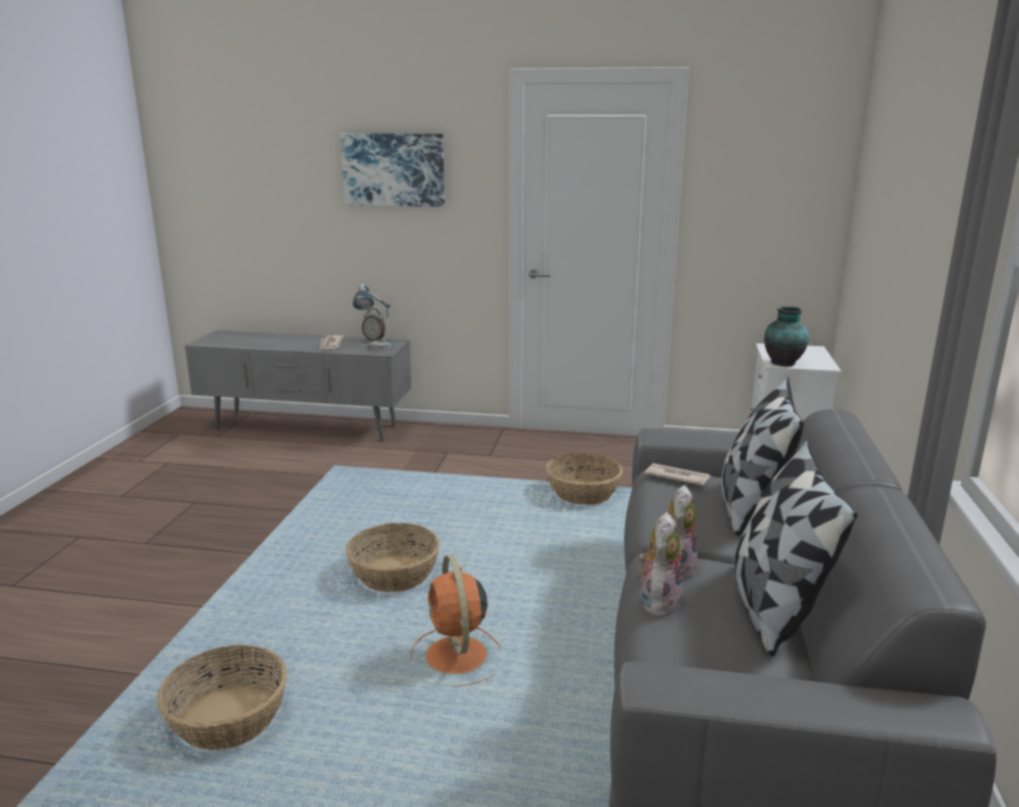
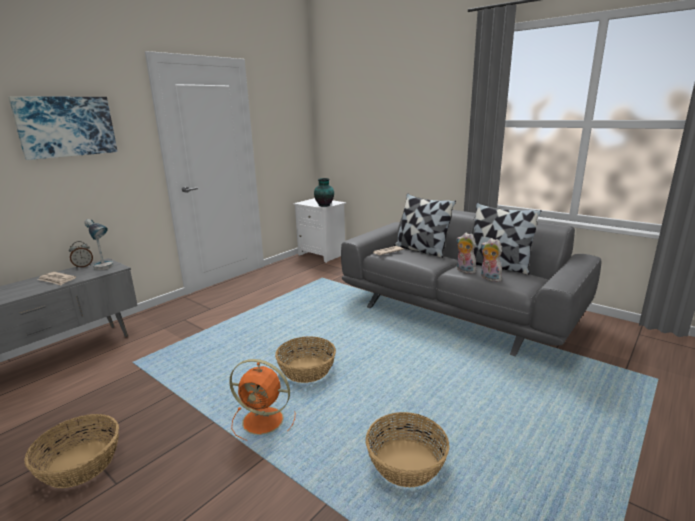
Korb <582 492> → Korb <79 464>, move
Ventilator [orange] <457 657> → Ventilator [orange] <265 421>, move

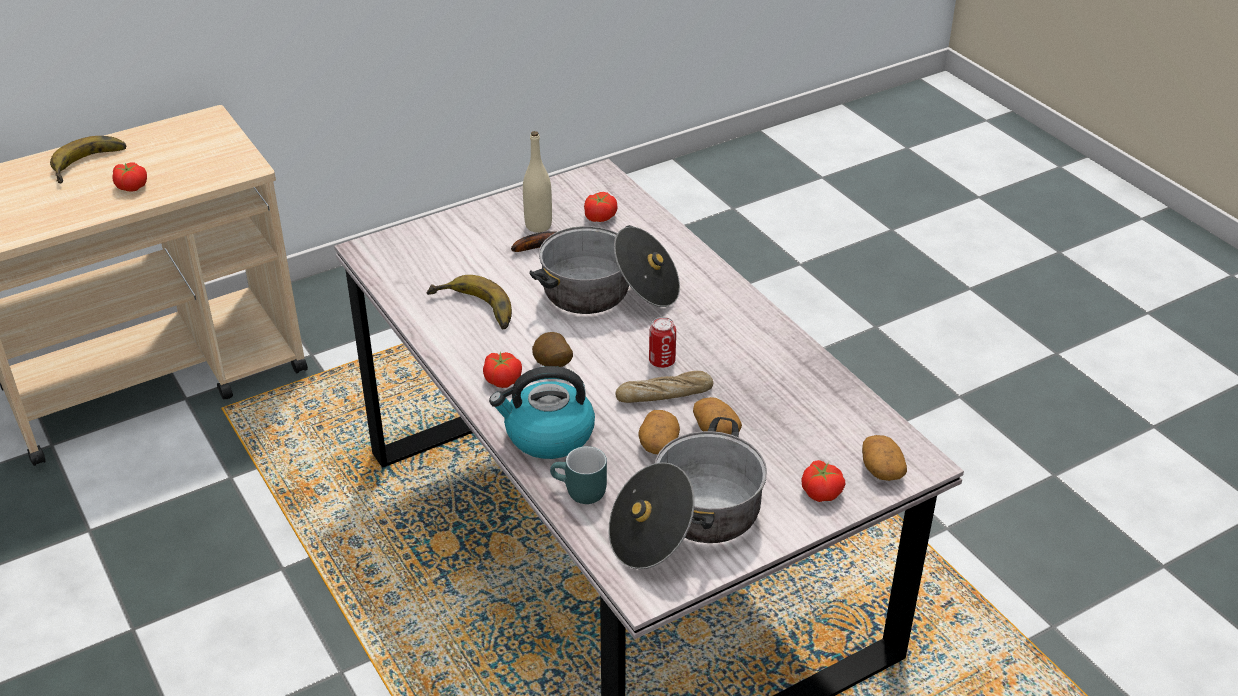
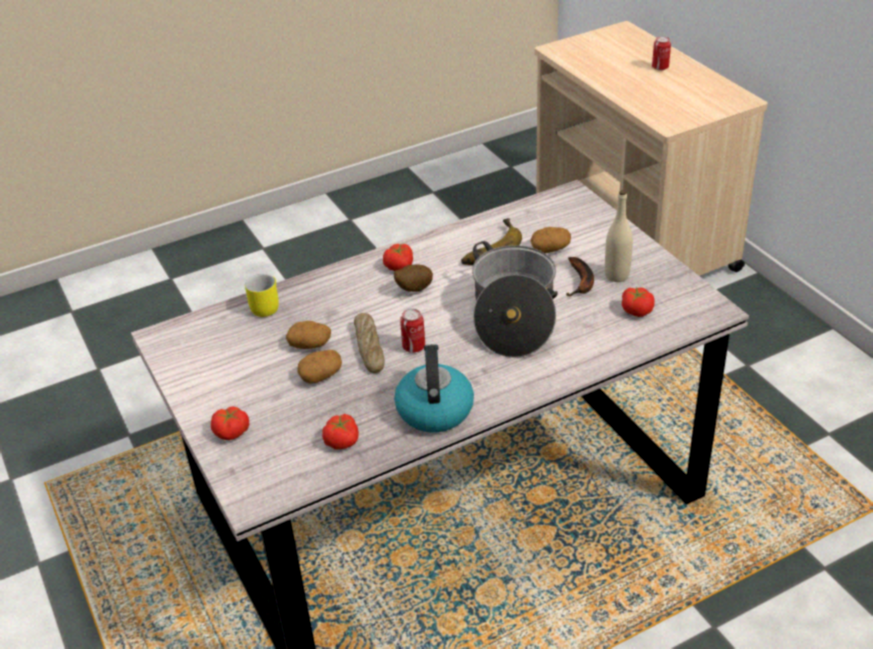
Banane <91 165> → Dose <660 67>
Tomate <132 186> → Tomate <342 441>, move
Wasserkessel <548 435> → Wasserkessel <434 409>, move
Kochtopf <687 522> → -
Kartoffel <881 469> → Kartoffel <550 248>, move
Henkelbecher [türkis] <579 493> → Henkelbecher [gelb] <265 306>

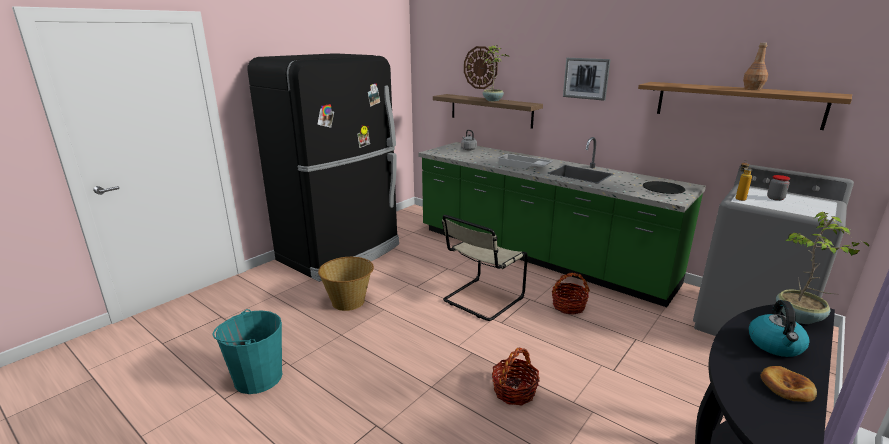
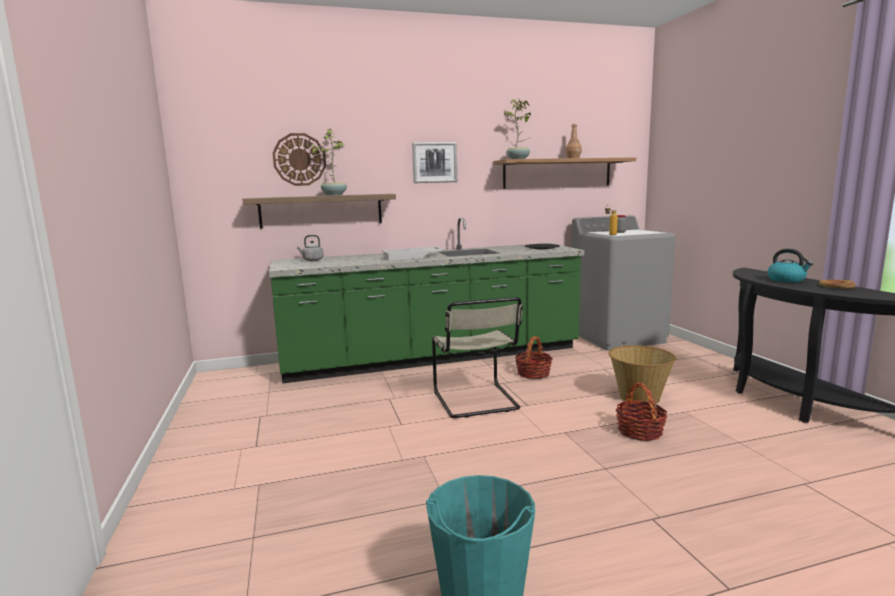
Kühlschrank [schwarz] <341 253> → -
Topfpflanze <799 318> → Topfpflanze <518 159>, move
Korb <349 302> → Korb <639 397>, move

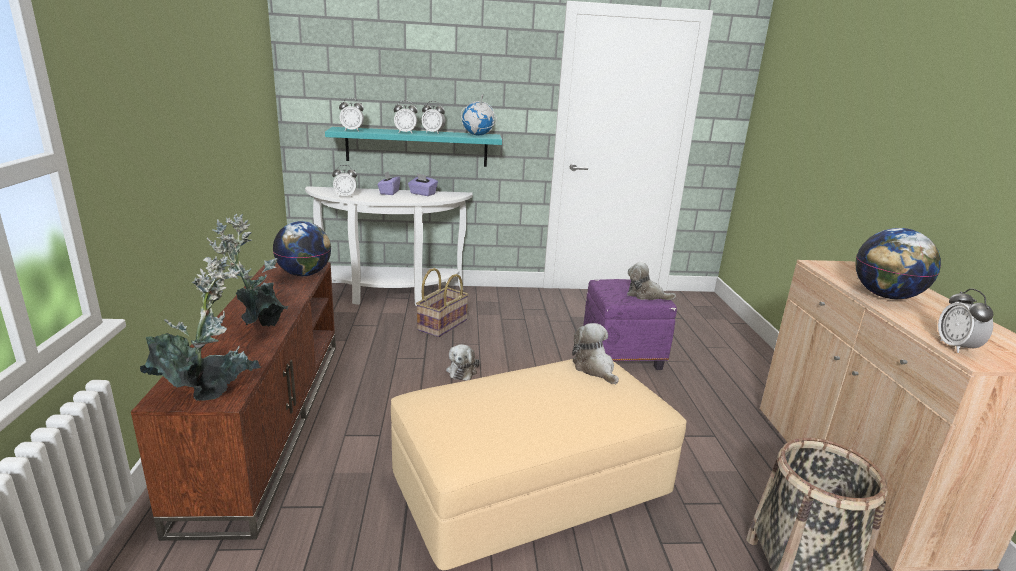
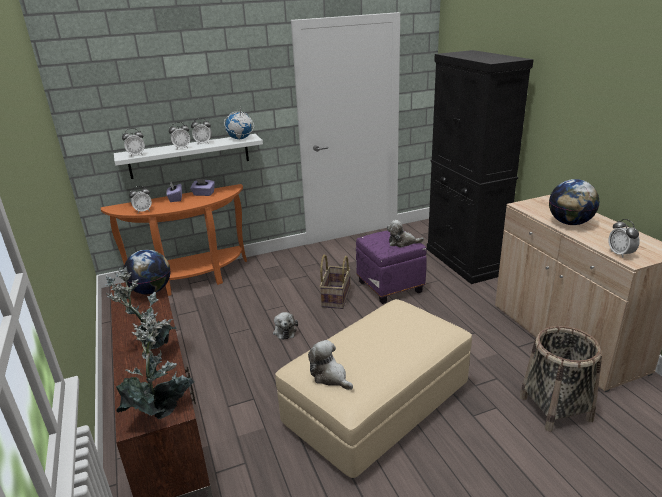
Wandregal [türkis] <417 147> → Wandregal [weiß] <189 156>
Konsolentisch [weiß] <390 294> → Konsolentisch [orange] <191 279>
Korb <442 325> → Korb <335 297>, move
Plüschtier <594 368> → Plüschtier <330 376>, move
- → Schrank [schwarz] <464 261>

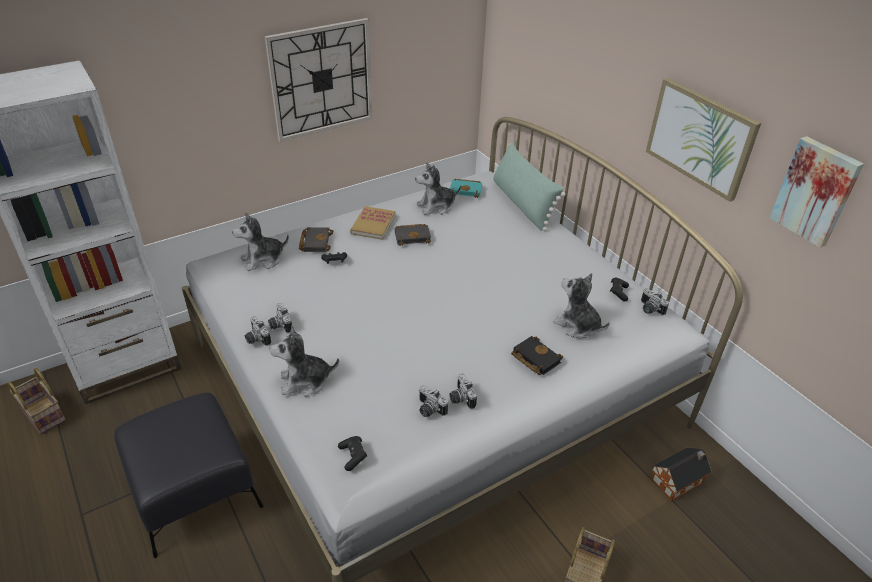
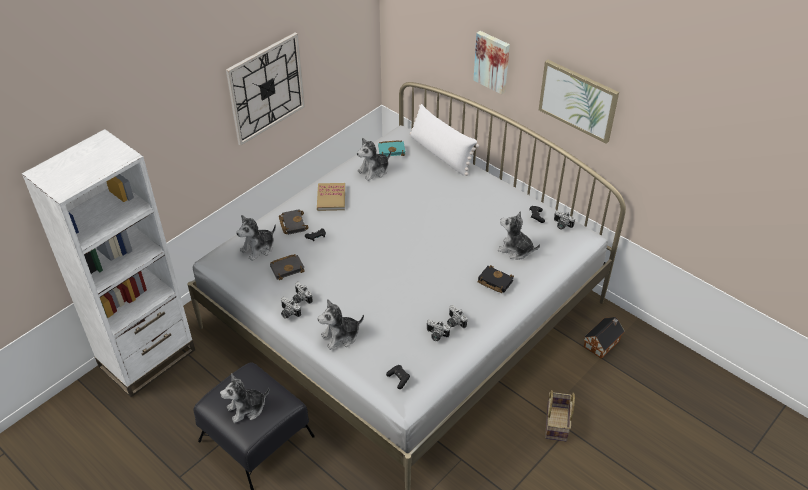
Bild <816 191> → Bild <492 61>, move
Kissen [grün] <522 204> → Kissen [weiß] <440 154>
Buch [schwarz] <413 236> → Buch [schwarz] <287 268>, move
Korb <44 414> → -
- → Plüschtier <247 408>

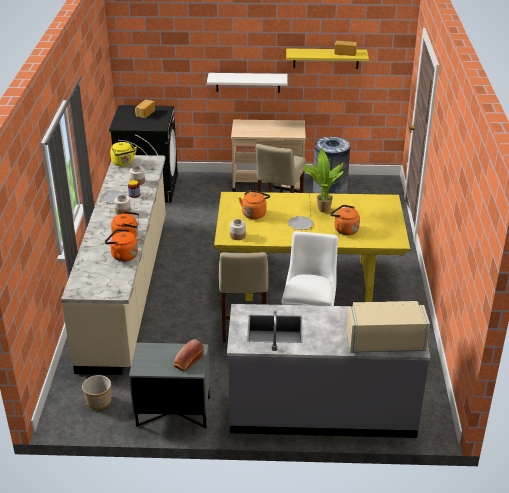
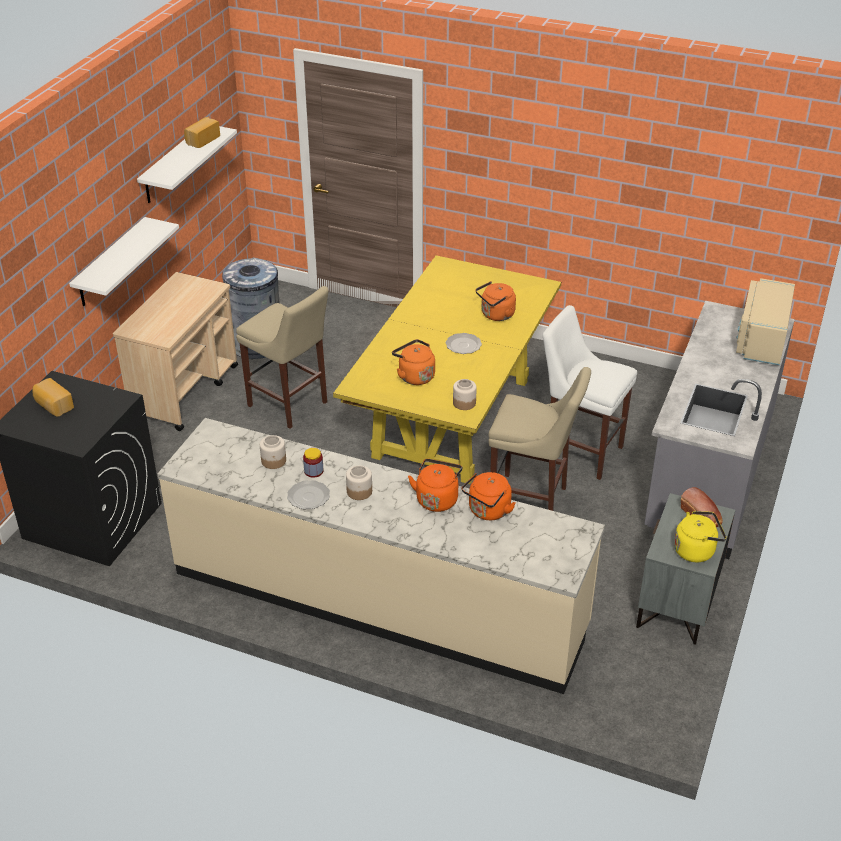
Wandregal [gelb] <326 58> → Wandregal [weiß] <173 164>
Wasserkessel [gelb] <123 163> → Wasserkessel [gelb] <696 550>, move
Topfpflanze <321 210> → -
Pflanzkübel <98 402> → -

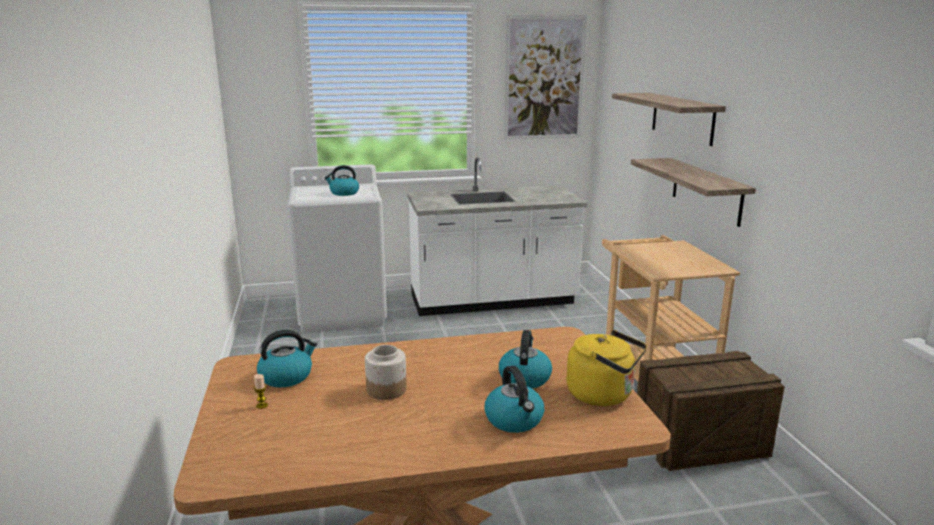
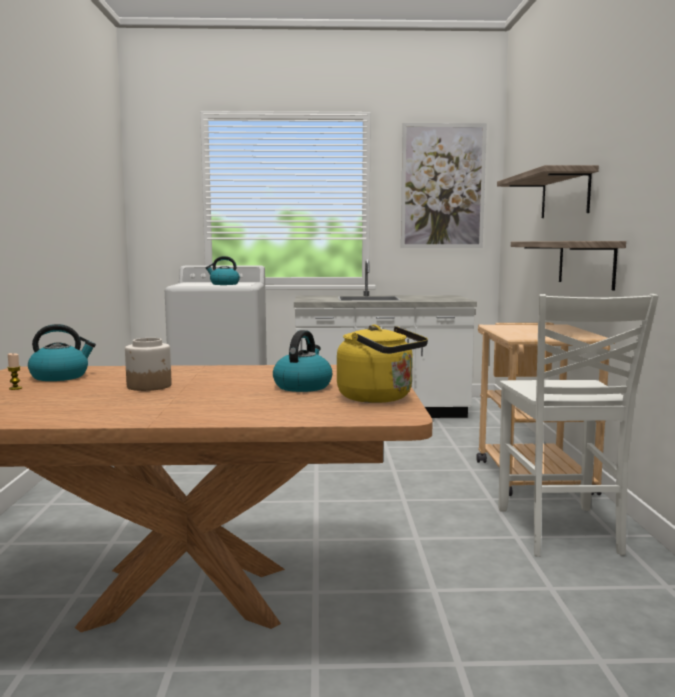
Kiste <699 443> → Stuhl [weiß] <560 532>
Wasserkessel <514 420> → -

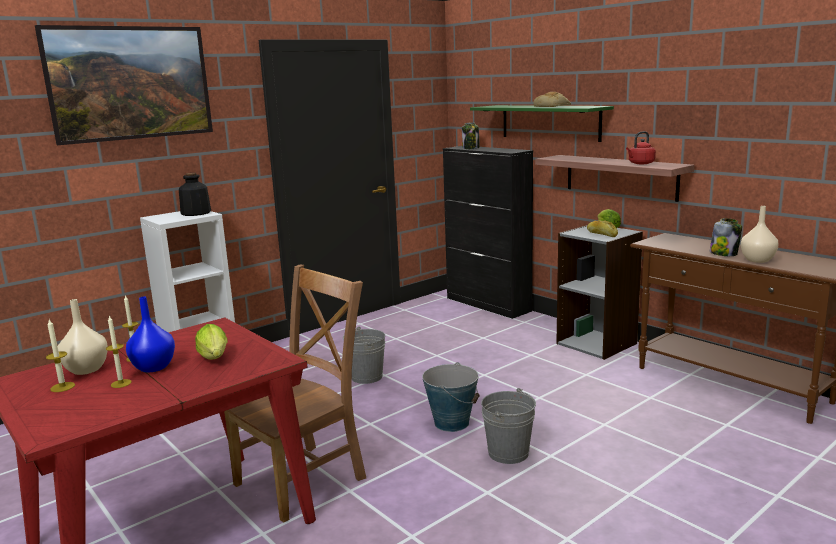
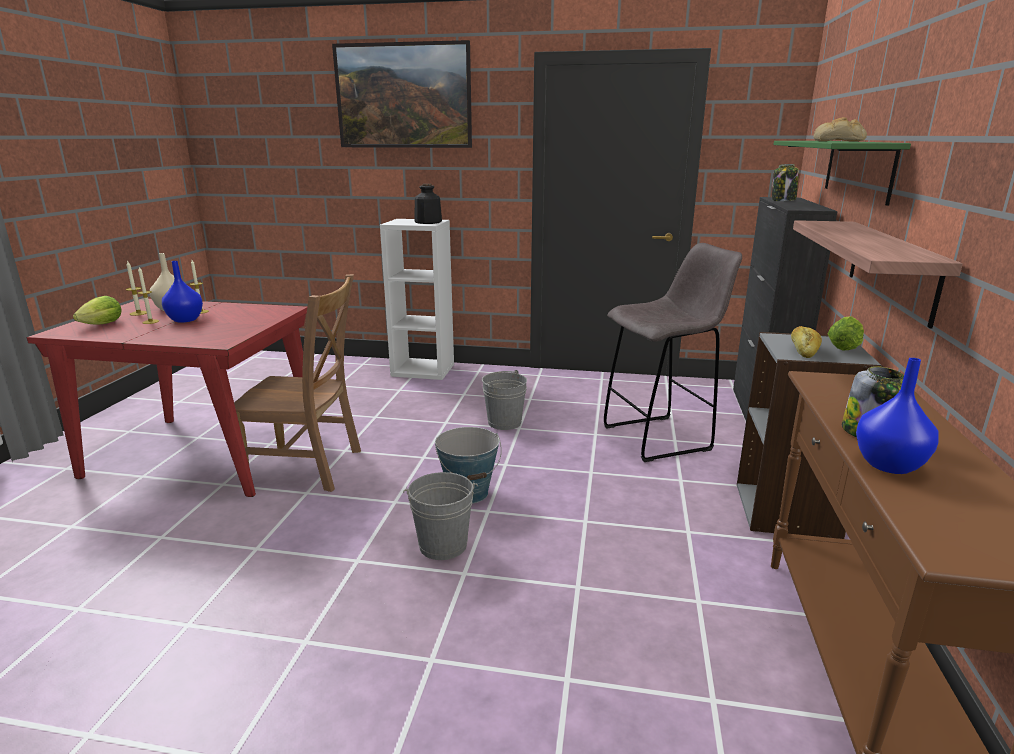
Wasserkessel [rot] <640 163> → -
Vase [beige] <757 260> → Vase [blau] <888 464>
Salatkopf <214 359> → Salatkopf <100 325>, move
- → Hocker [grau] <659 438>

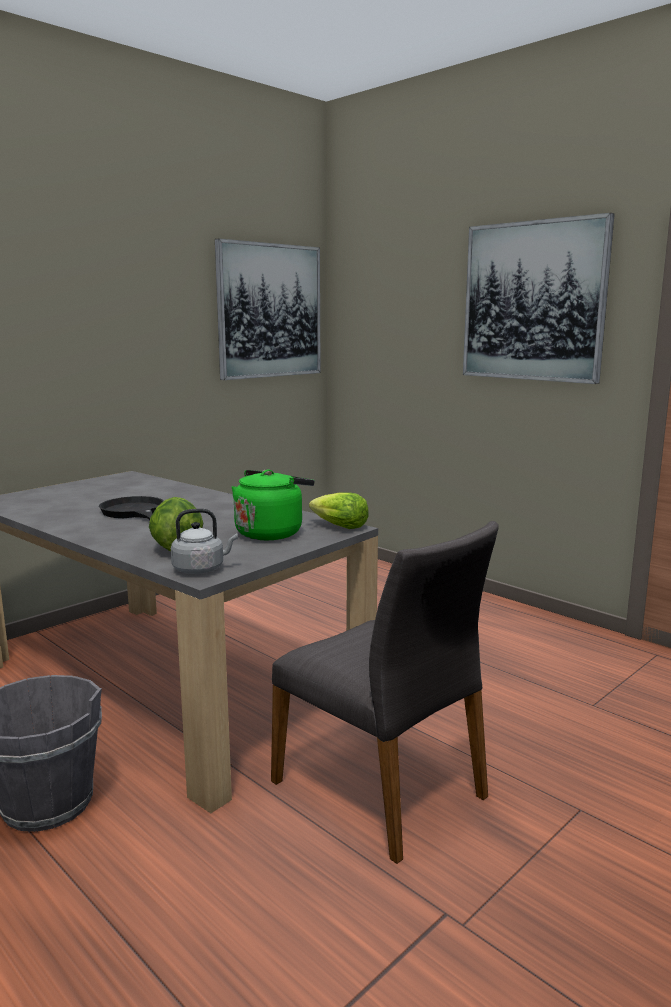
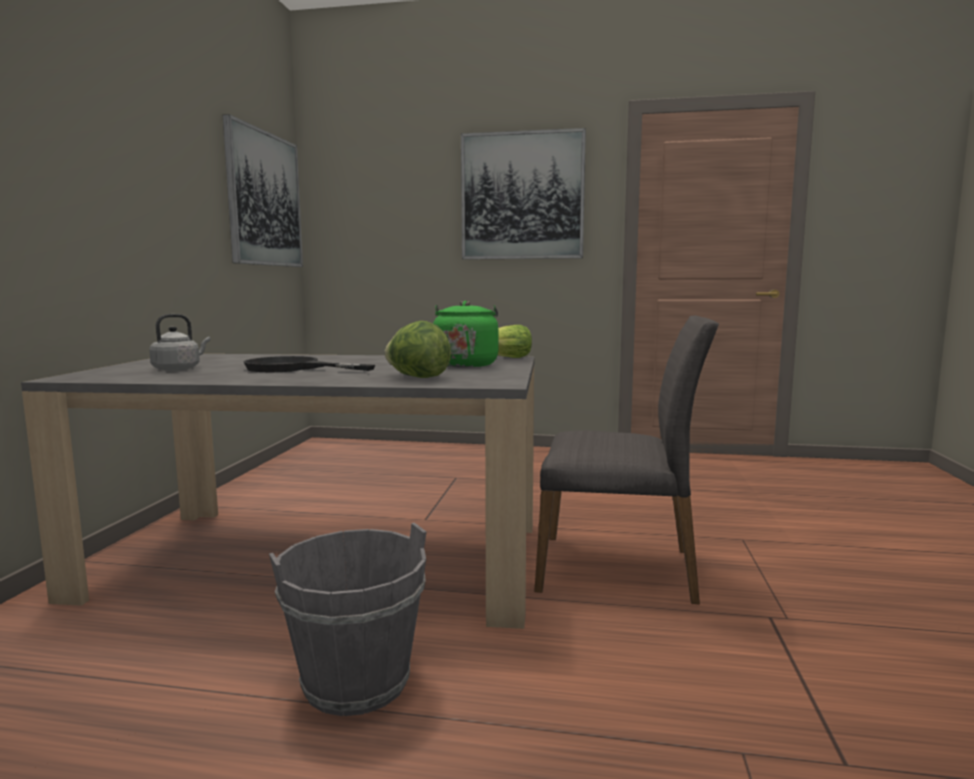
Wasserkessel [grau] <201 569> → Wasserkessel [grau] <179 369>, move

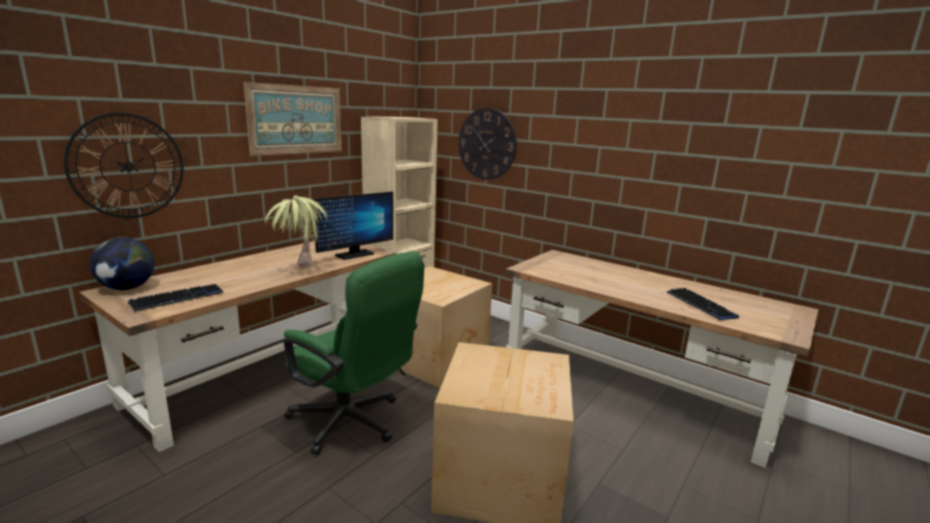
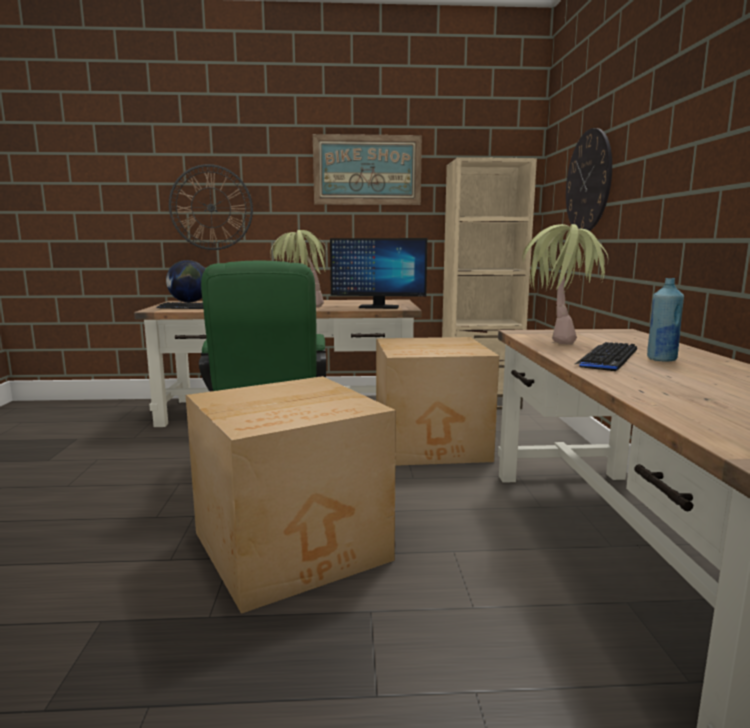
Tastatur <700 305> → Tastatur <607 358>, move
- → Topfpflanze <560 339>
- → Flasche [blau] <661 359>

